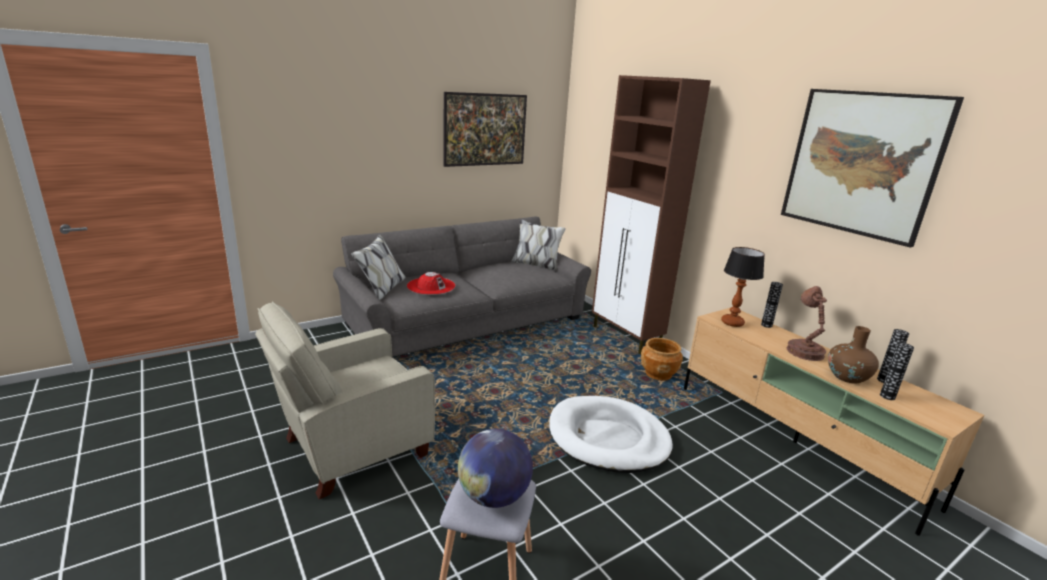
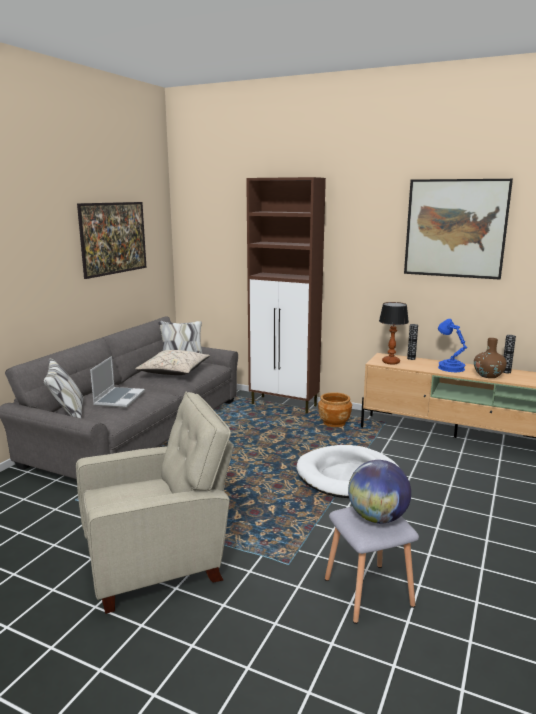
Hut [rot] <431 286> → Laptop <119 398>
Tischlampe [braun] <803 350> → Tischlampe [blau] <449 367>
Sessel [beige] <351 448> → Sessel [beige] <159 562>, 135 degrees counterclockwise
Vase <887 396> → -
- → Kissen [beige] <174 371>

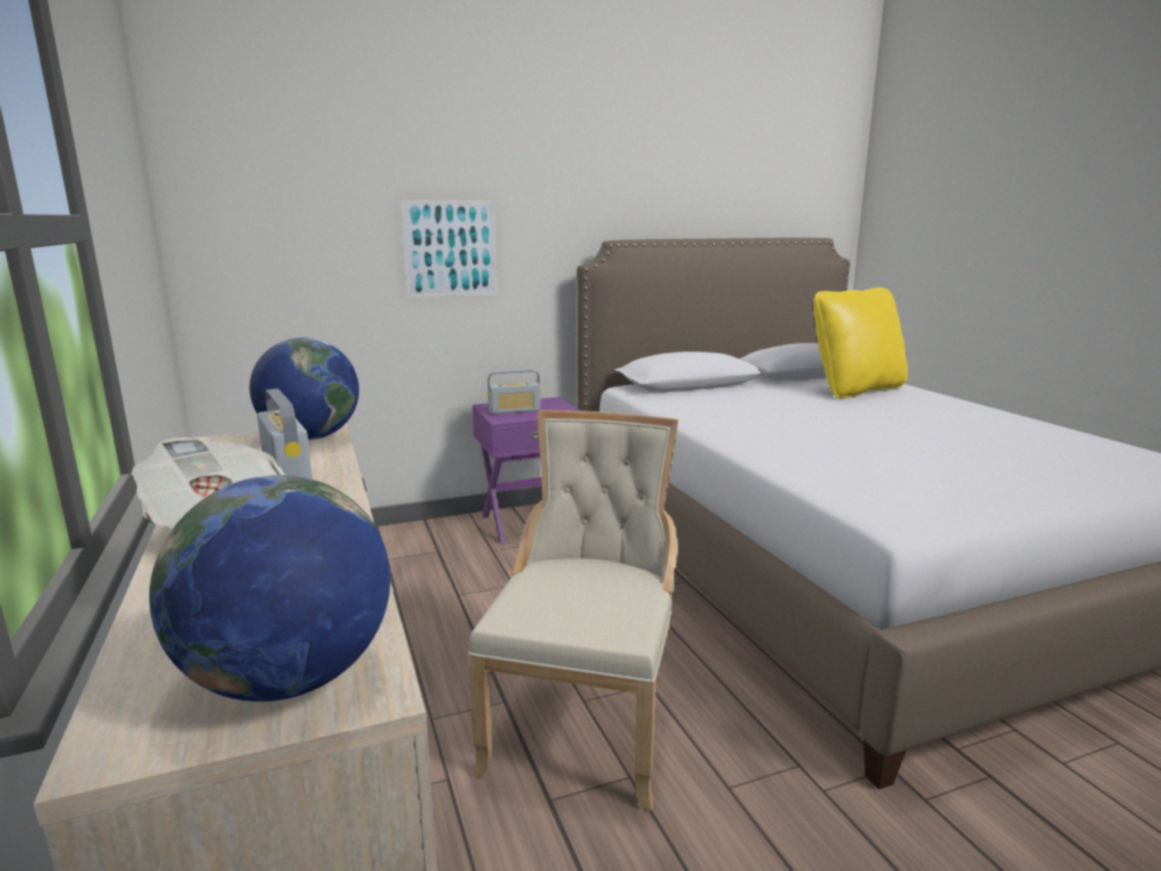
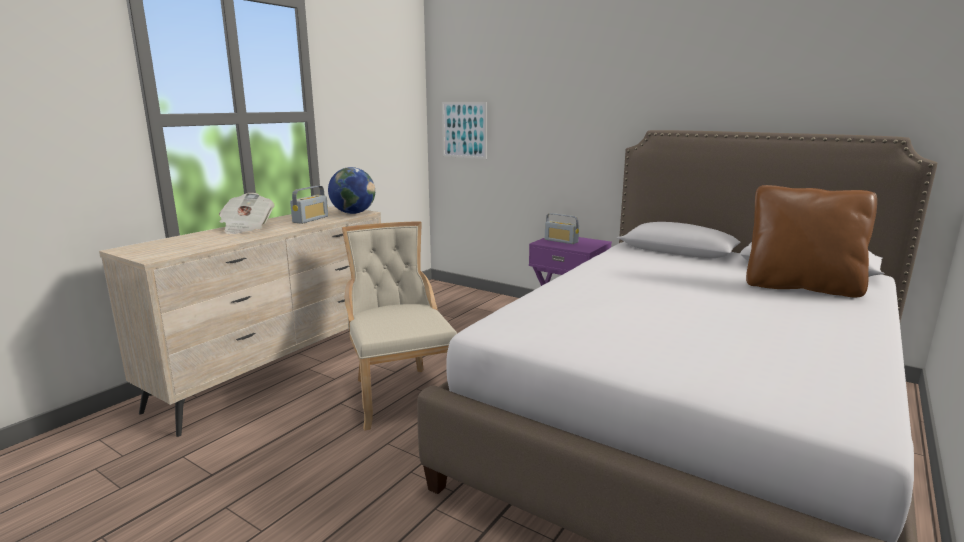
Bild <450 249> → Bild <464 130>, move
Kissen [gelb] <856 390> → Kissen [braun] <801 287>
Stuhl [beige] <585 722> → Stuhl [beige] <400 394>, 90 degrees counterclockwise
Globus <289 679> → -

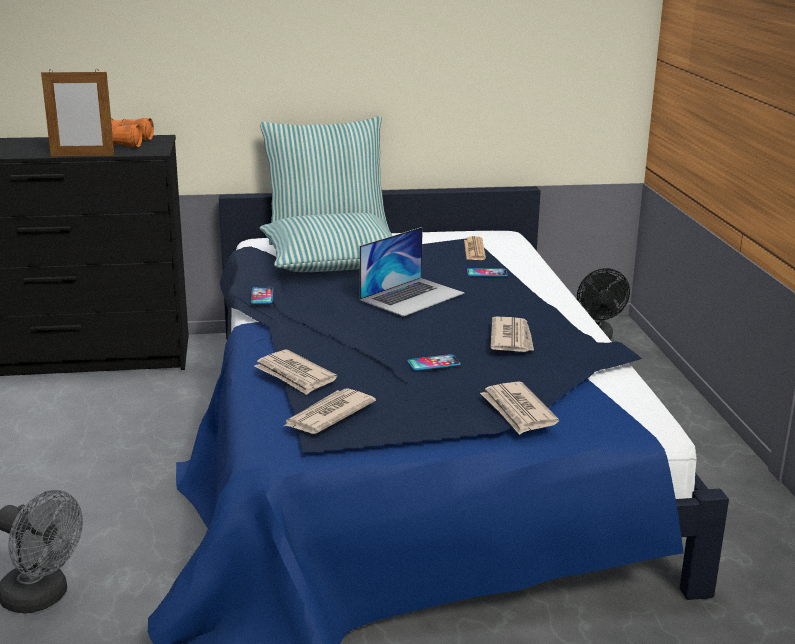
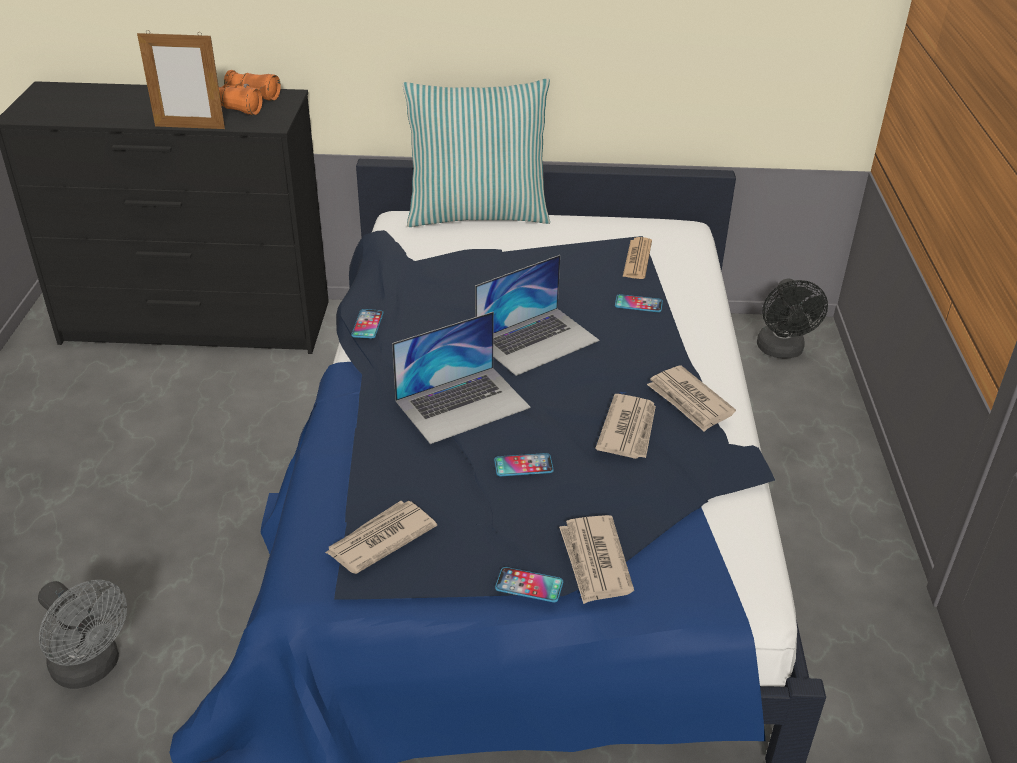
Kissen <333 261> → -
Zeitung <295 375> → Zeitung <689 401>, move
- → Laptop <463 404>
- → Handy <529 585>

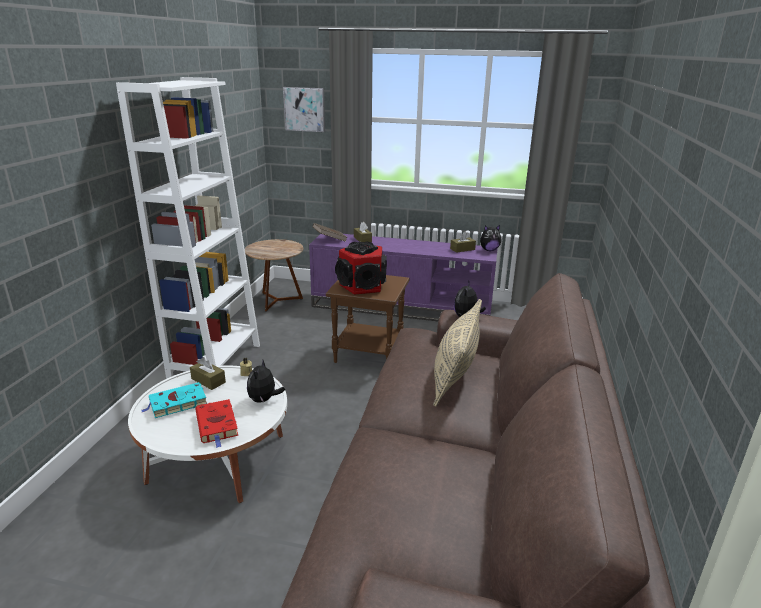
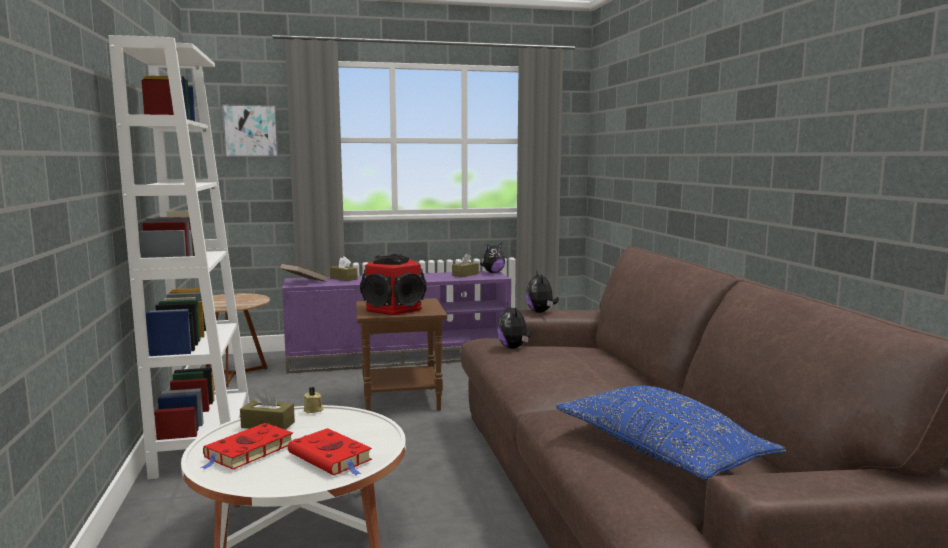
Kissen [beige] <455 376> → -
Plüschtier <264 400> → Plüschtier <514 348>, move
Buch [türkis] <176 403> → Buch [rot] <247 451>
- → Kissen [blau] <659 451>

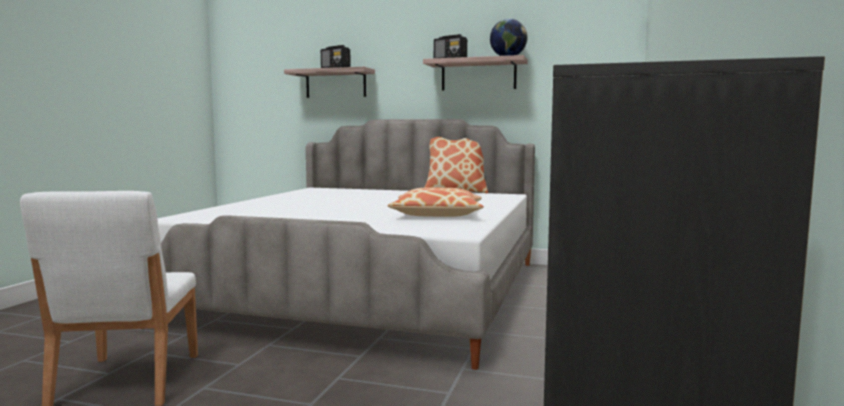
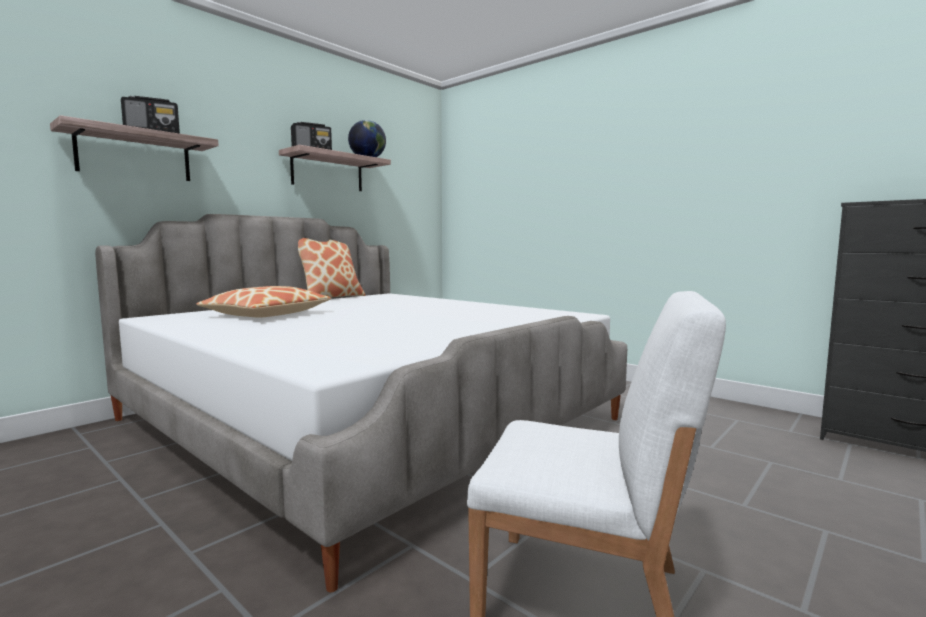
Kissen <437 215> → Kissen <267 315>, move

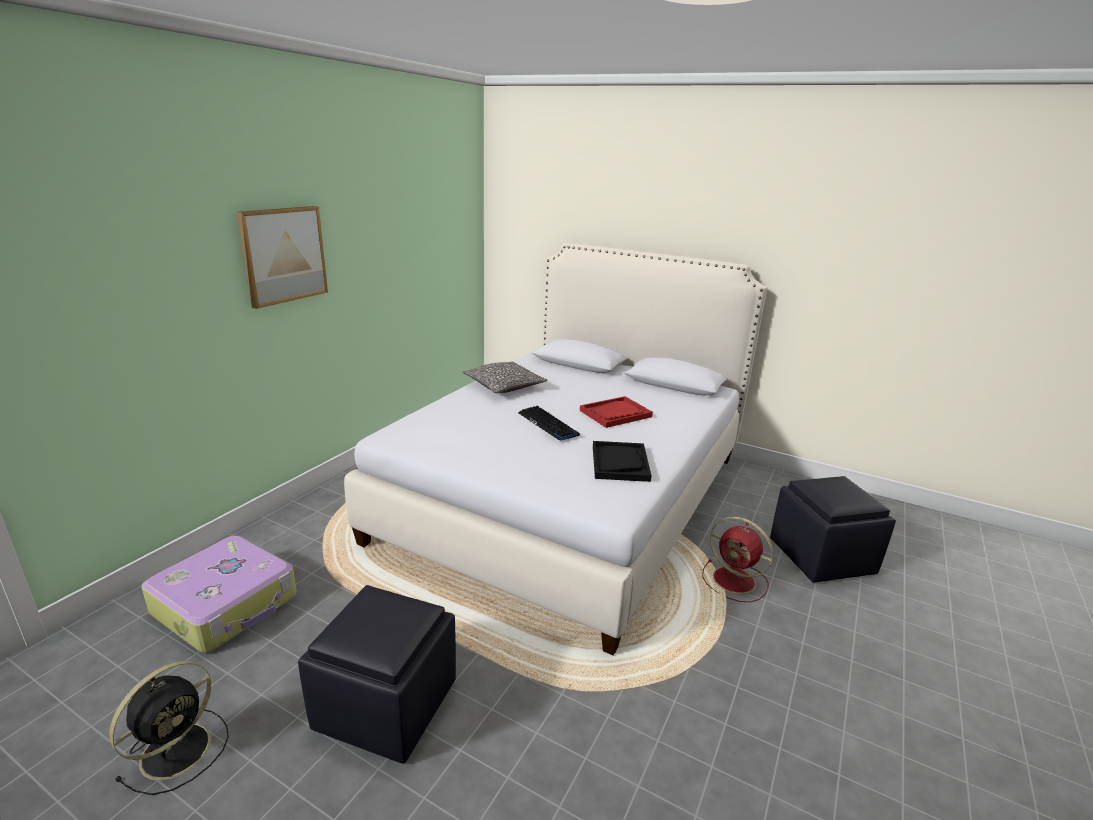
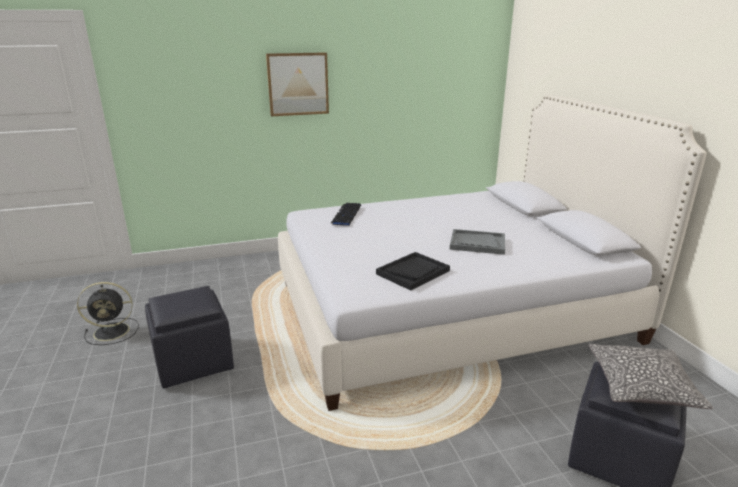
Kissen <504 386> → Kissen <642 386>, move
Tablett [rot] <615 414> → Tablett [grau] <477 243>
Tastatur <548 424> → Tastatur <346 215>, move
Ventilator [rot] <736 581> → -
Koffer <227 604> → -

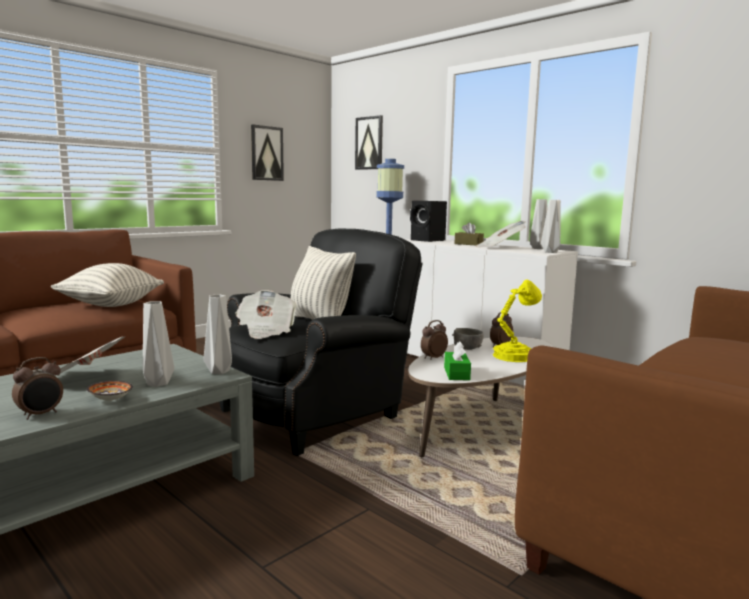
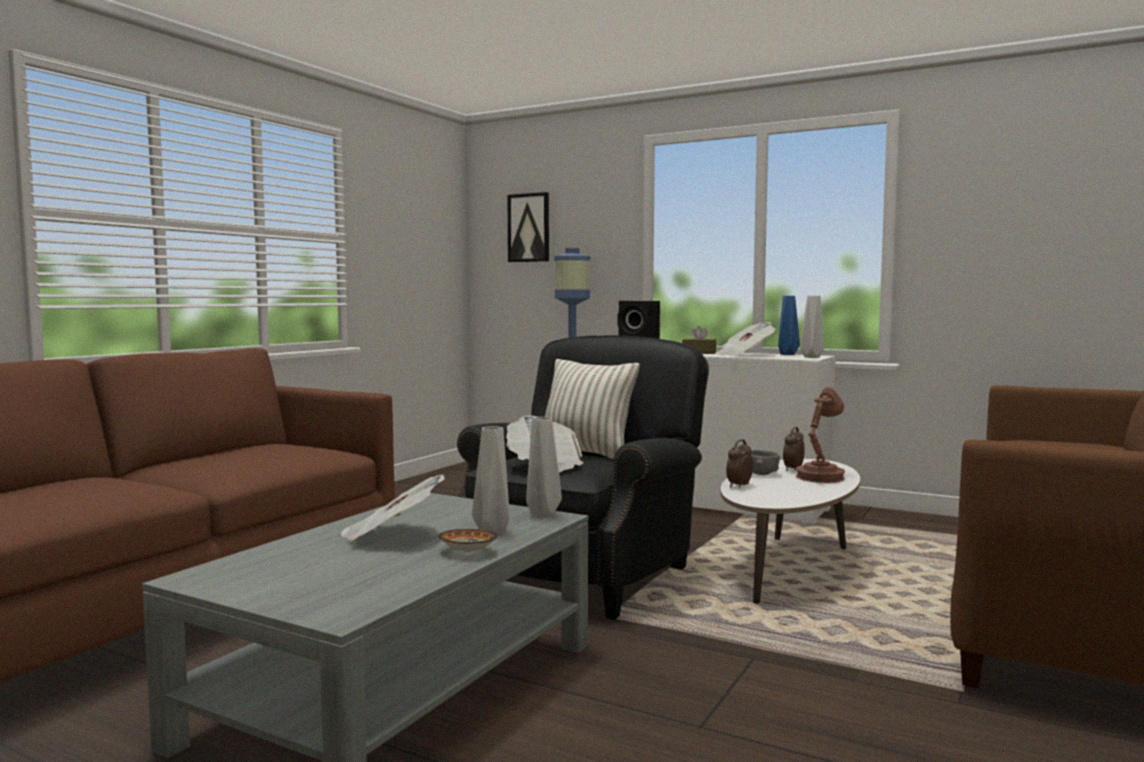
Bild <266 153> → -
Vase [grau] <537 248> → Vase [blau] <787 354>
Kissen <111 305> → -
Tischlampe [gelb] <515 355> → Tischlampe [braun] <821 476>
Taschentuchbox [grün] <456 373> → -
Wecker <41 414> → -

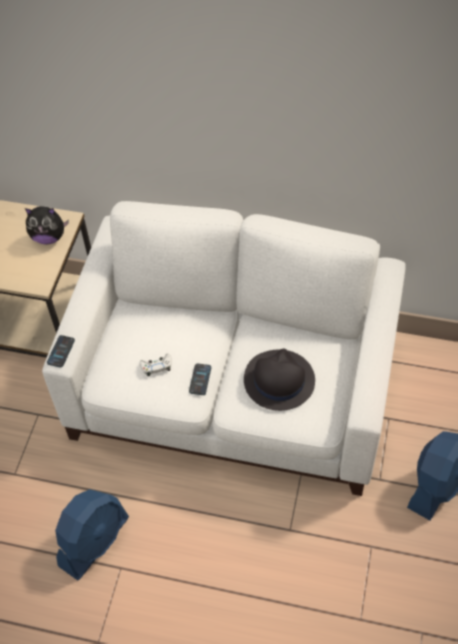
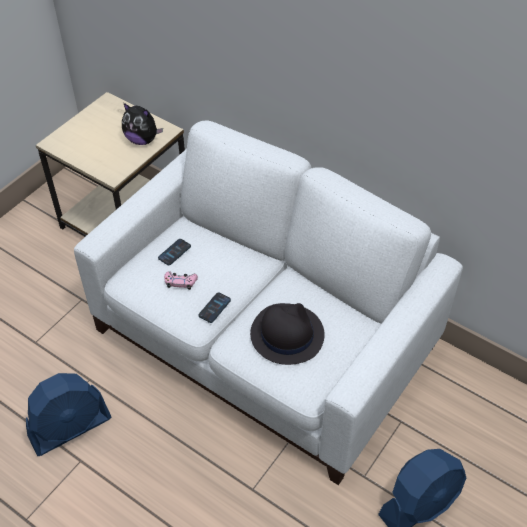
Handy <61 351> → Handy <174 252>, move
Gamepad [weiß] <156 366> → Gamepad [rosa] <180 282>

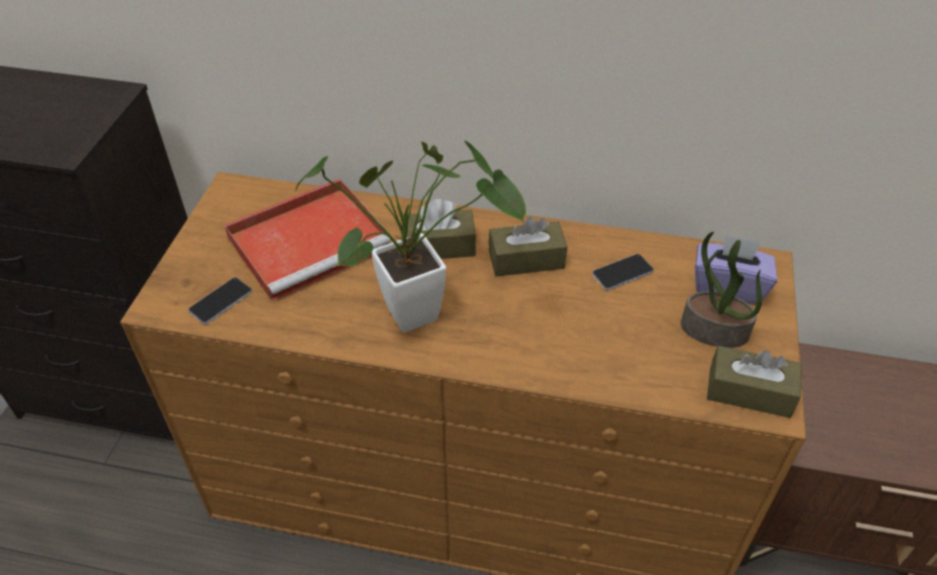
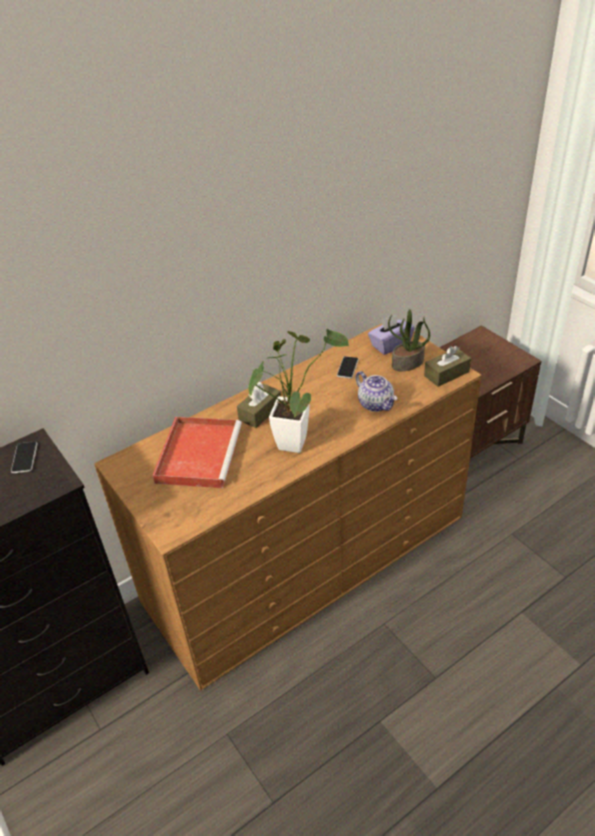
Taschentuchbox [braun] <526 260> → -
Handy <221 301> → Handy <24 458>, move
- → Teekanne <376 404>

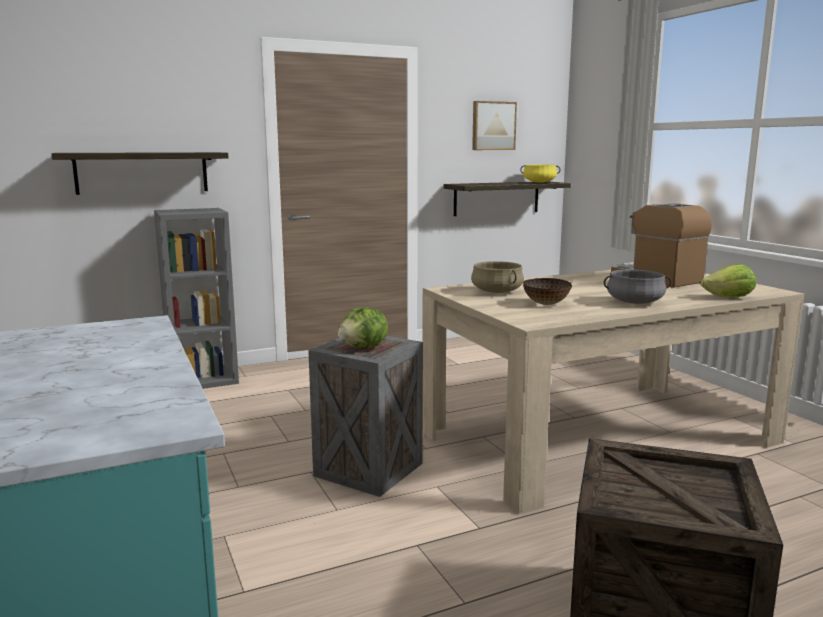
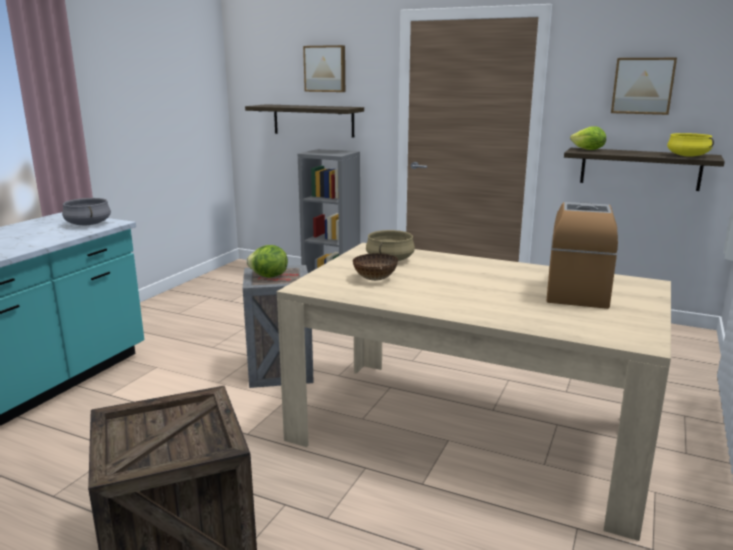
Salatkopf <729 298> → Salatkopf <588 150>, move
Kochtopf [grau] <634 302> → Kochtopf [grau] <88 224>, move
- → Bild <325 69>

